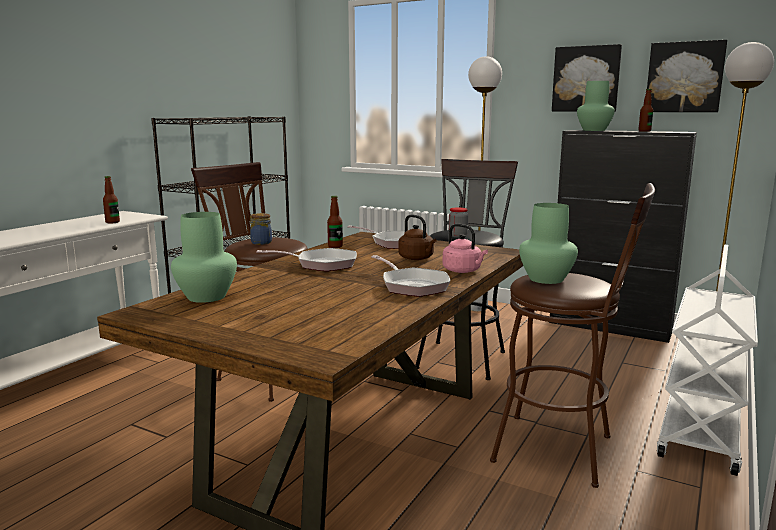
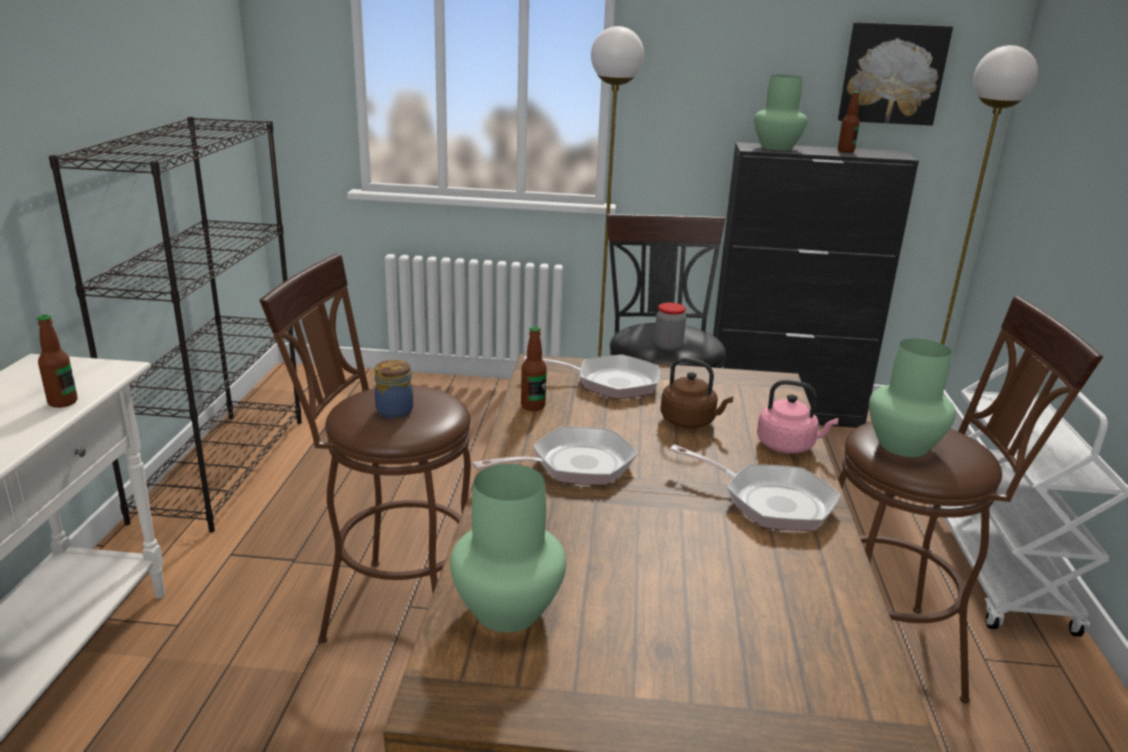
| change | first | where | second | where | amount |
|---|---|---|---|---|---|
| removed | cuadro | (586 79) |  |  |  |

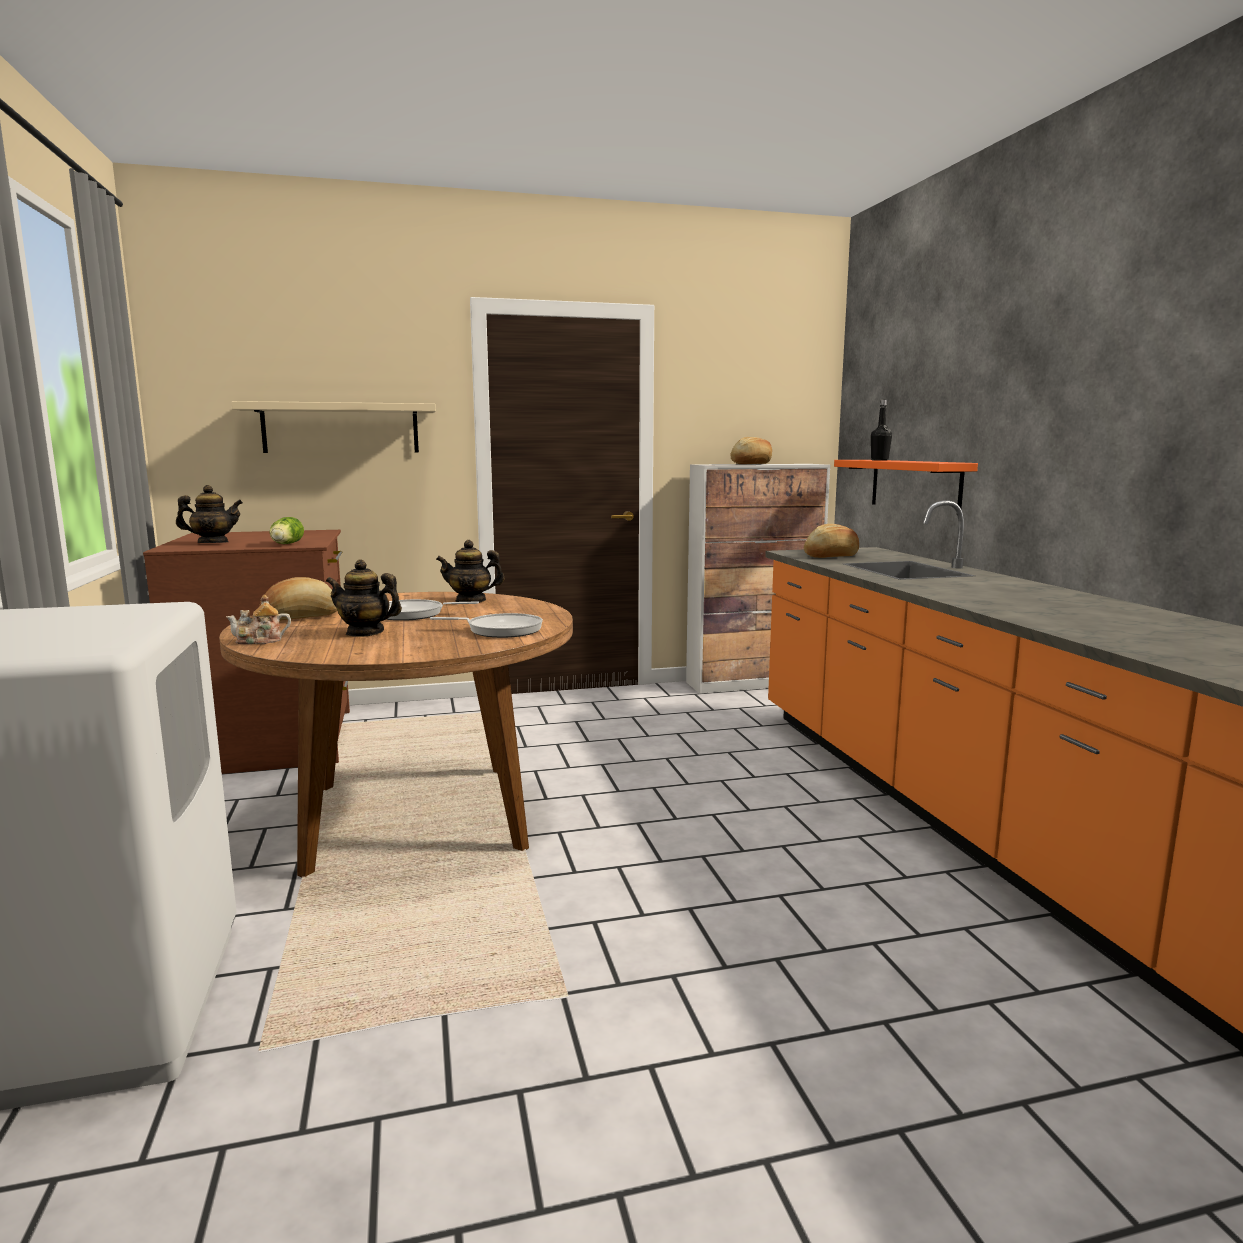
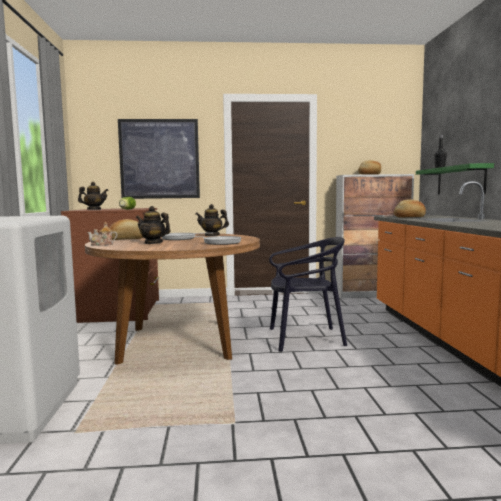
| change | first | where | second | where | amount |
|---|---|---|---|---|---|
| replaced | estante/beis | (341 428) | cuadro | (159 159) |  |
| recoloured | estante/naranja | (915 485) | estante/verde | (460 180) |  |
| added |  |  | silla/negro | (305 338) |  |

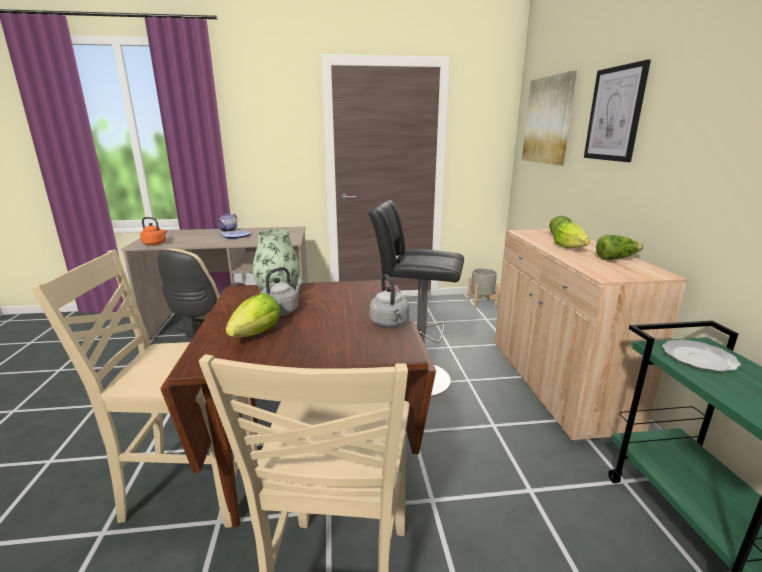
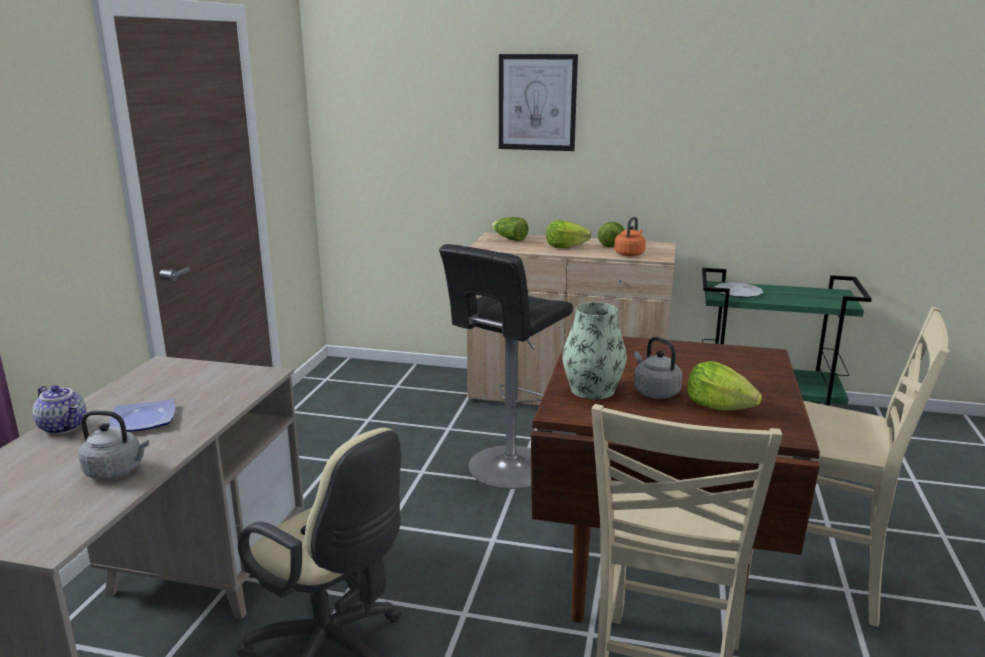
| change | first | where | second | where | amount |
|---|---|---|---|---|---|
| removed | cuadro | (548 120) |  |  |  |
| moved | hervidor/naranja | (155 244) |  | (630 254) |  |
| removed | maceta/gris | (481 303) |  |  |  |
| moved | hervidor/gris | (390 323) |  | (117 471) |  |

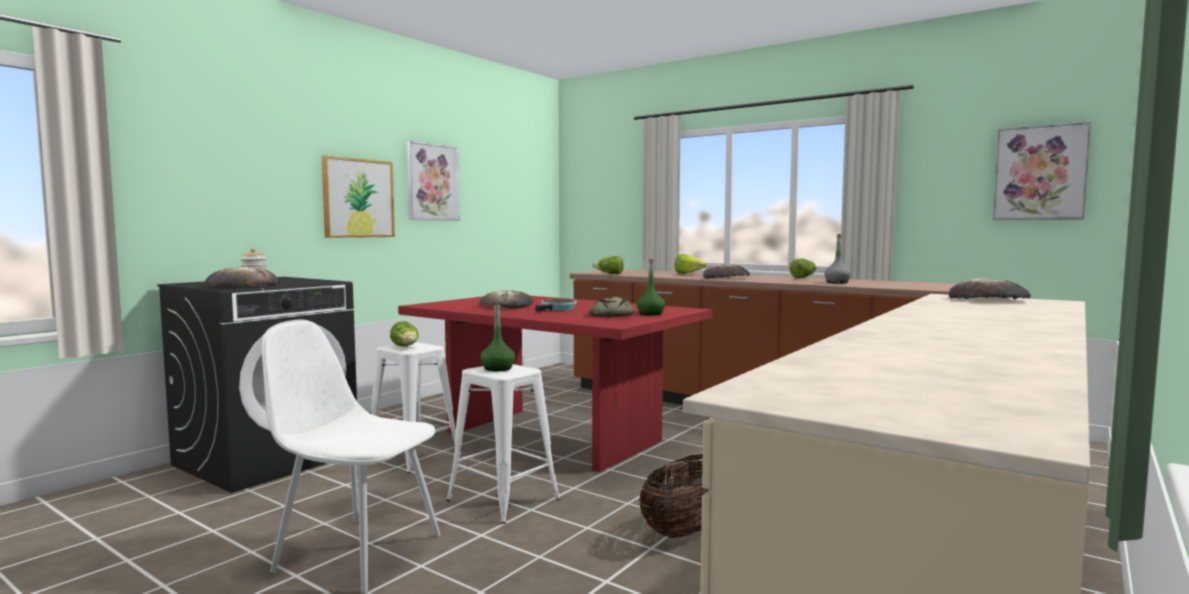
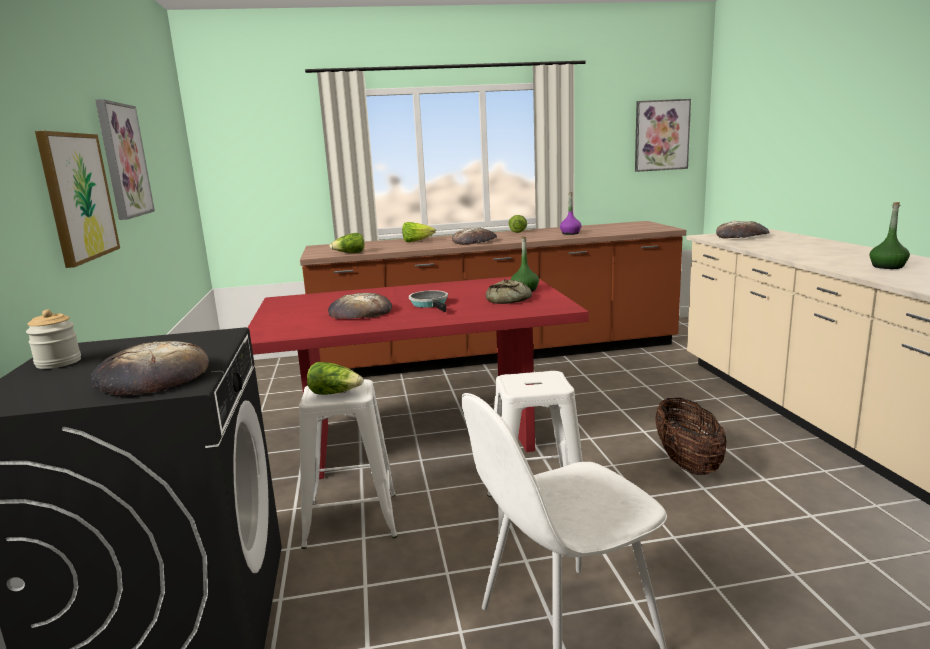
| change | first | where | second | where | amount |
|---|---|---|---|---|---|
| recoloured | botella/gris | (837 282) | botella/morado | (570 233) |  |
| moved | botella/verde | (497 369) |  | (887 266) |  |

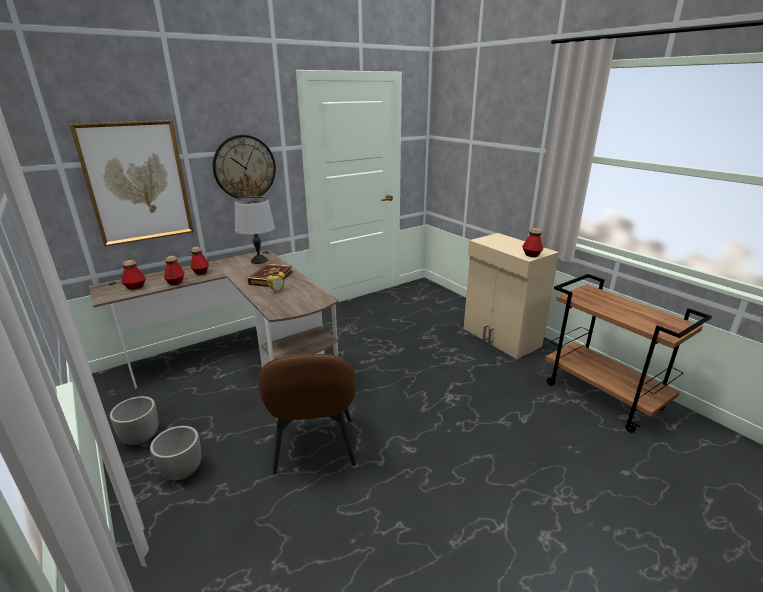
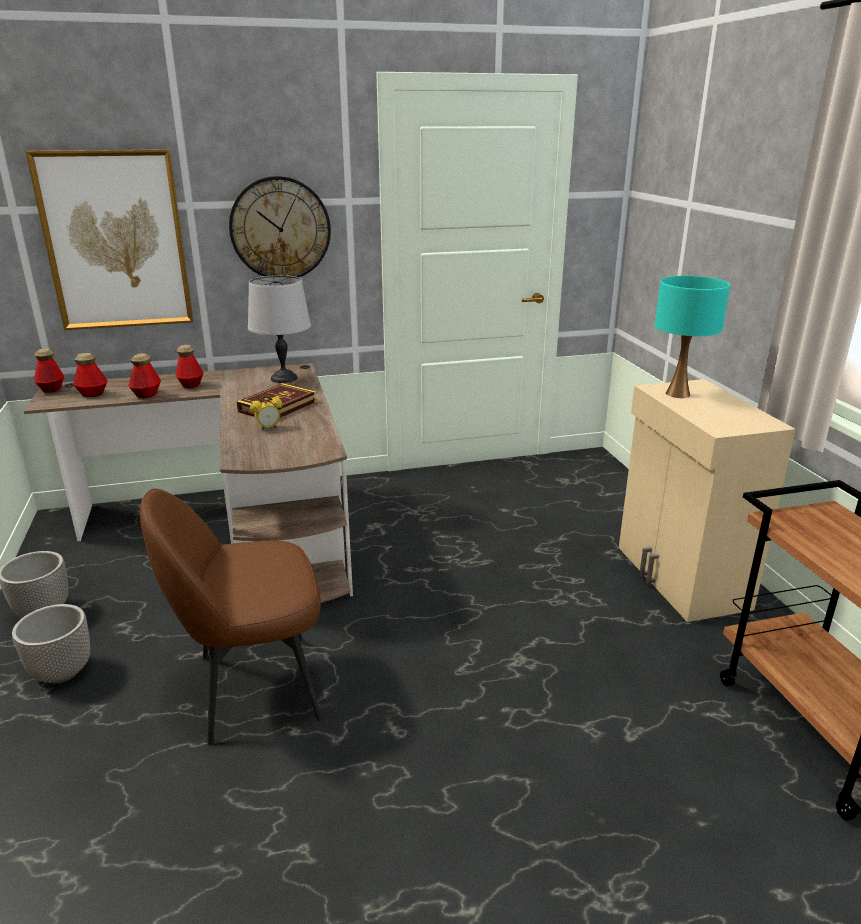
| change | first | where | second | where | amount |
|---|---|---|---|---|---|
| moved | botella | (531 255) |  | (51 389) |  |
| turned | silla/marrón | (314 447) |  | (253 687) | 60 degrees clockwise |
| added |  |  | lámpara de mesa/turquesa | (678 394) |  |

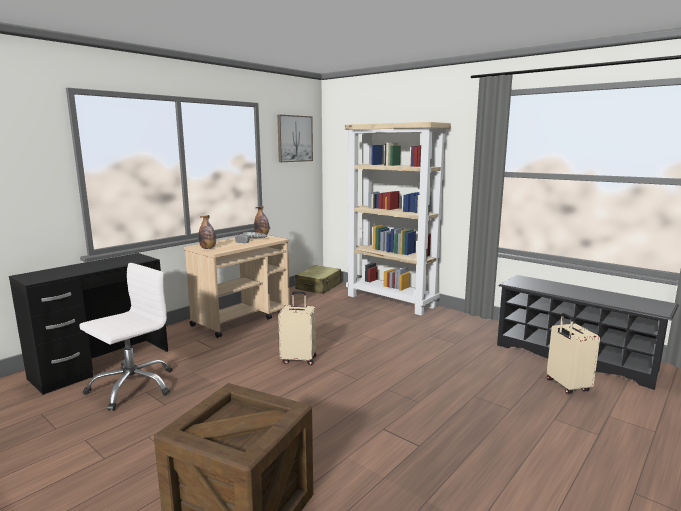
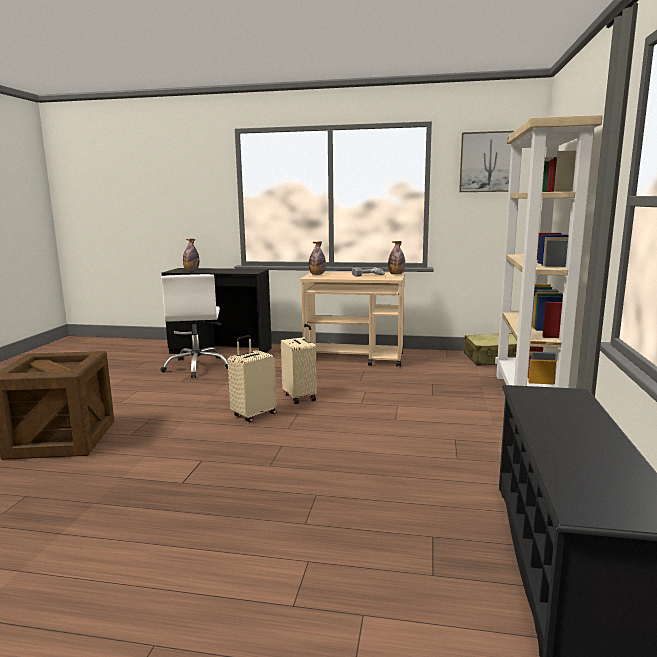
| change | first | where | second | where | amount |
|---|---|---|---|---|---|
| turned | silla de oficina/blanco | (132 386) |  | (197 367) | 75 degrees clockwise |
| moved | maleta/beis | (566 386) |  | (253 415) |  |
| added |  |  | botella | (191 270) |  |

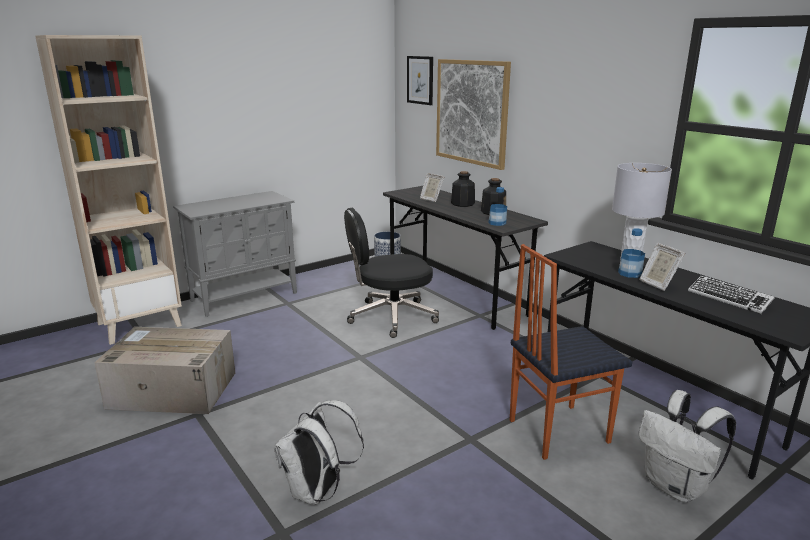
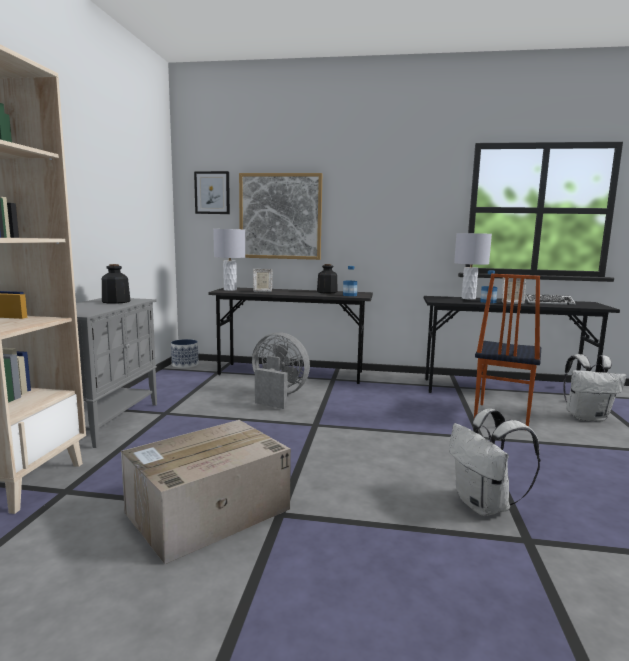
| change | first | where | second | where | amount |
|---|---|---|---|---|---|
| moved | botella | (462 204) |  | (116 301) |  |
| replaced | silla de oficina/negro | (390 317) | ventilador/gris | (277 396) |  |
| added |  |  | lámpara de mesa/gris | (230 289) |  |

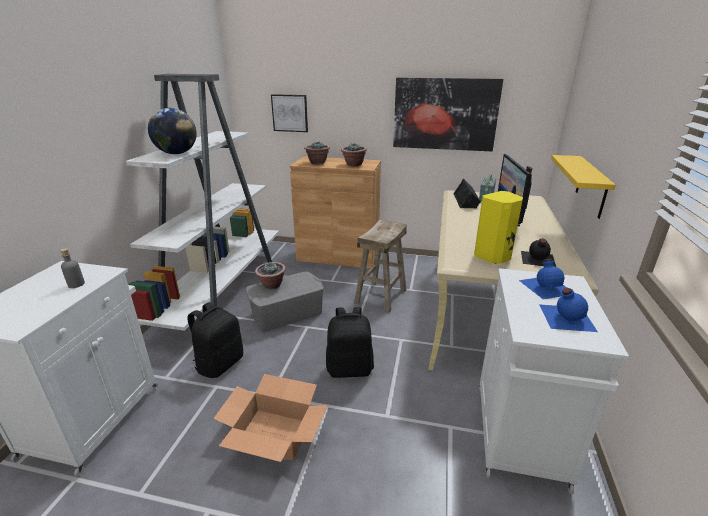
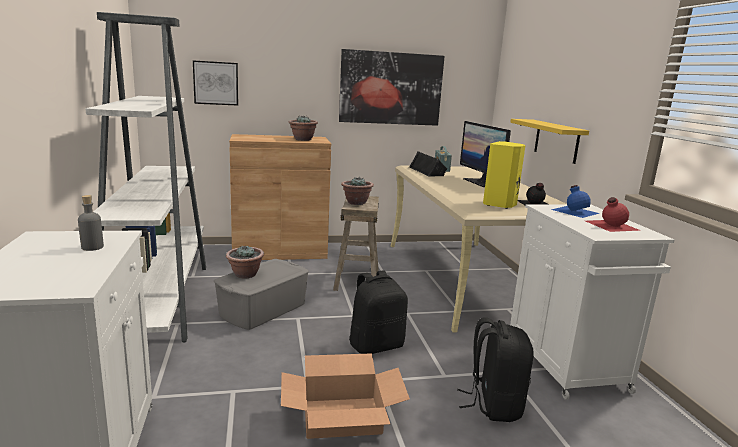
| change | first | where | second | where | amount |
|---|---|---|---|---|---|
| removed | globo terráqueo | (177 153) |  |  |  |
| moved | planta en maceta | (317 162) |  | (356 203) |  |
| recoloured | botella/azul | (565 317) | botella/rojo | (610 225) |  |
| moved | mochila/negro | (220 364) |  | (493 404) |  |

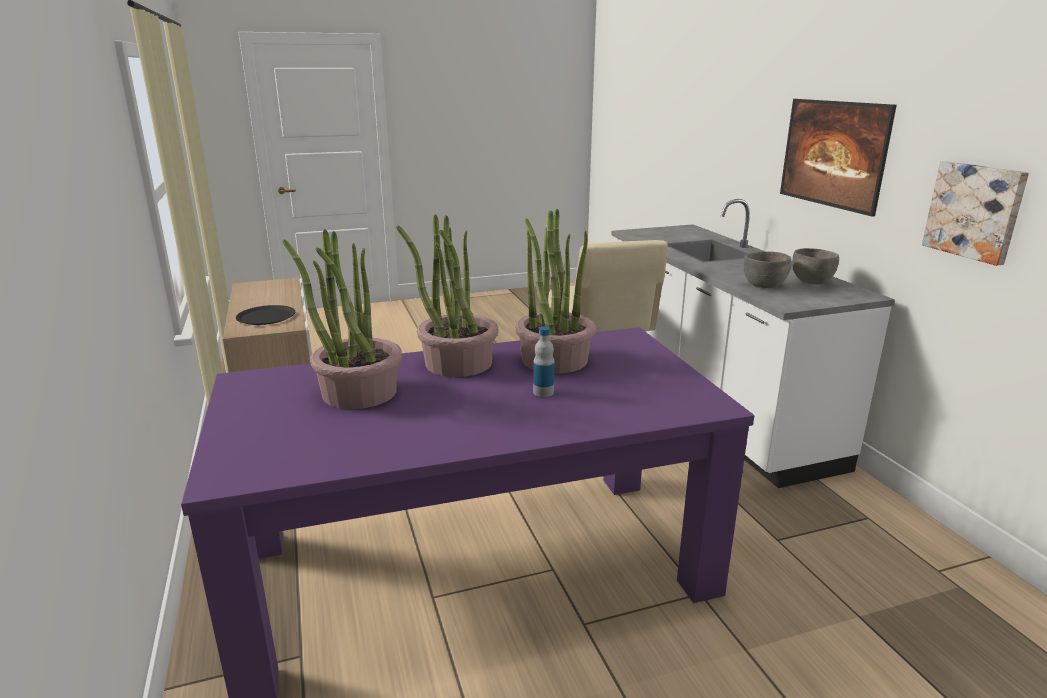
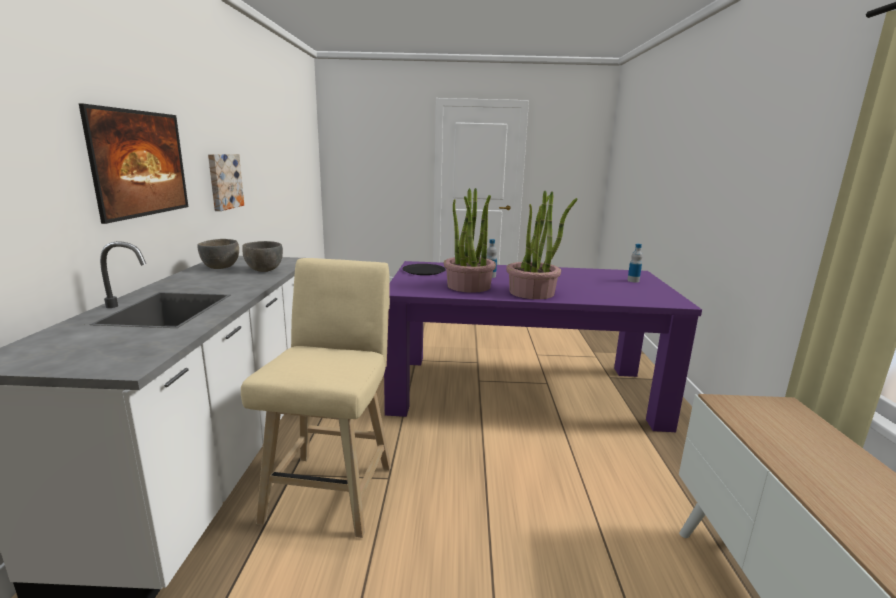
| change | first | where | second | where | amount |
|---|---|---|---|---|---|
| removed | planta en maceta | (358 392) |  |  |  |
| moved | plato/negro | (266 316) |  | (424 270) |  |
| added |  |  | botella | (633 280) |  |

